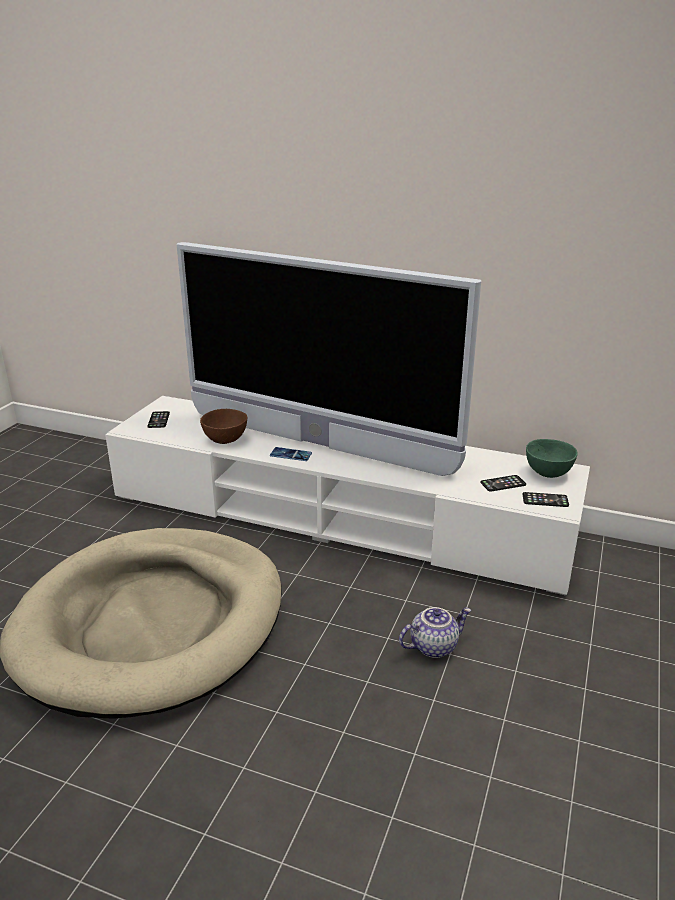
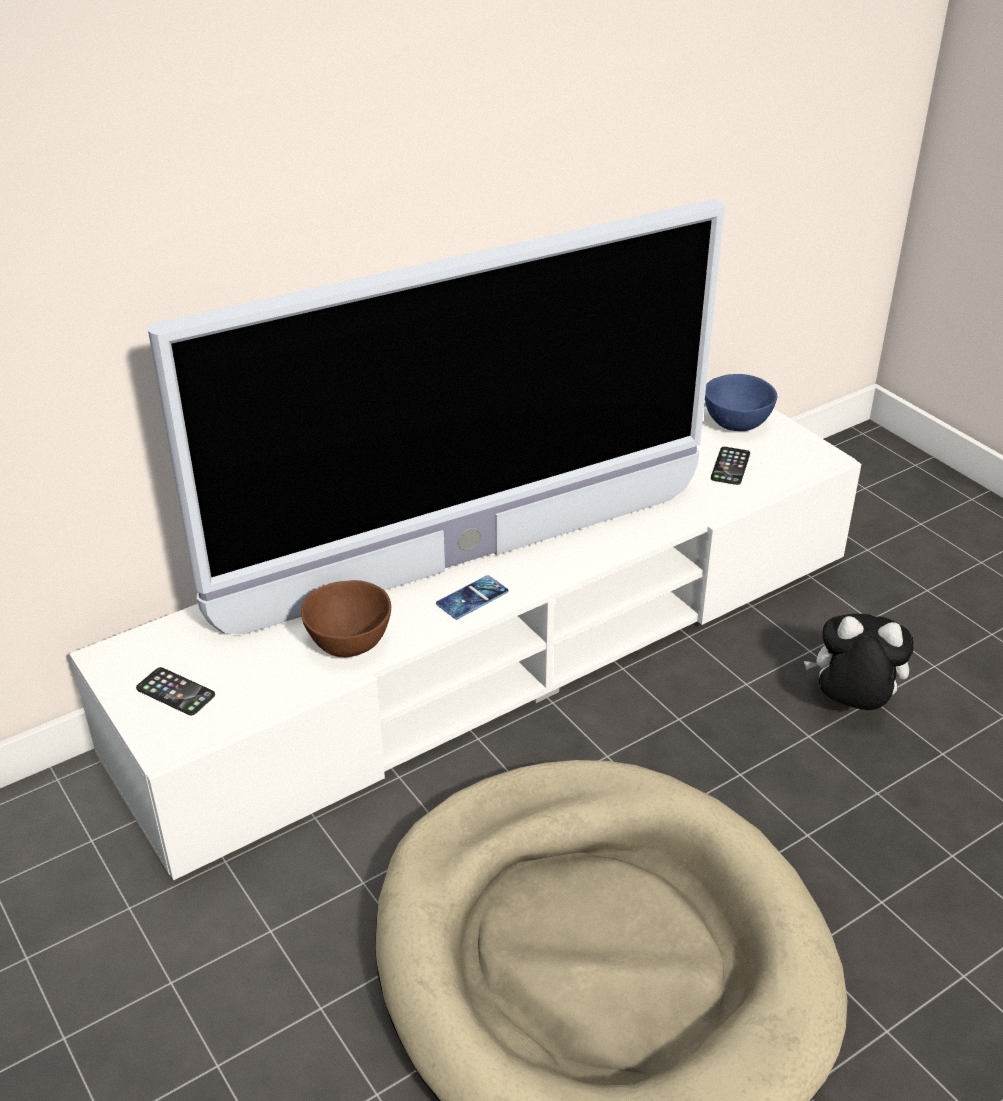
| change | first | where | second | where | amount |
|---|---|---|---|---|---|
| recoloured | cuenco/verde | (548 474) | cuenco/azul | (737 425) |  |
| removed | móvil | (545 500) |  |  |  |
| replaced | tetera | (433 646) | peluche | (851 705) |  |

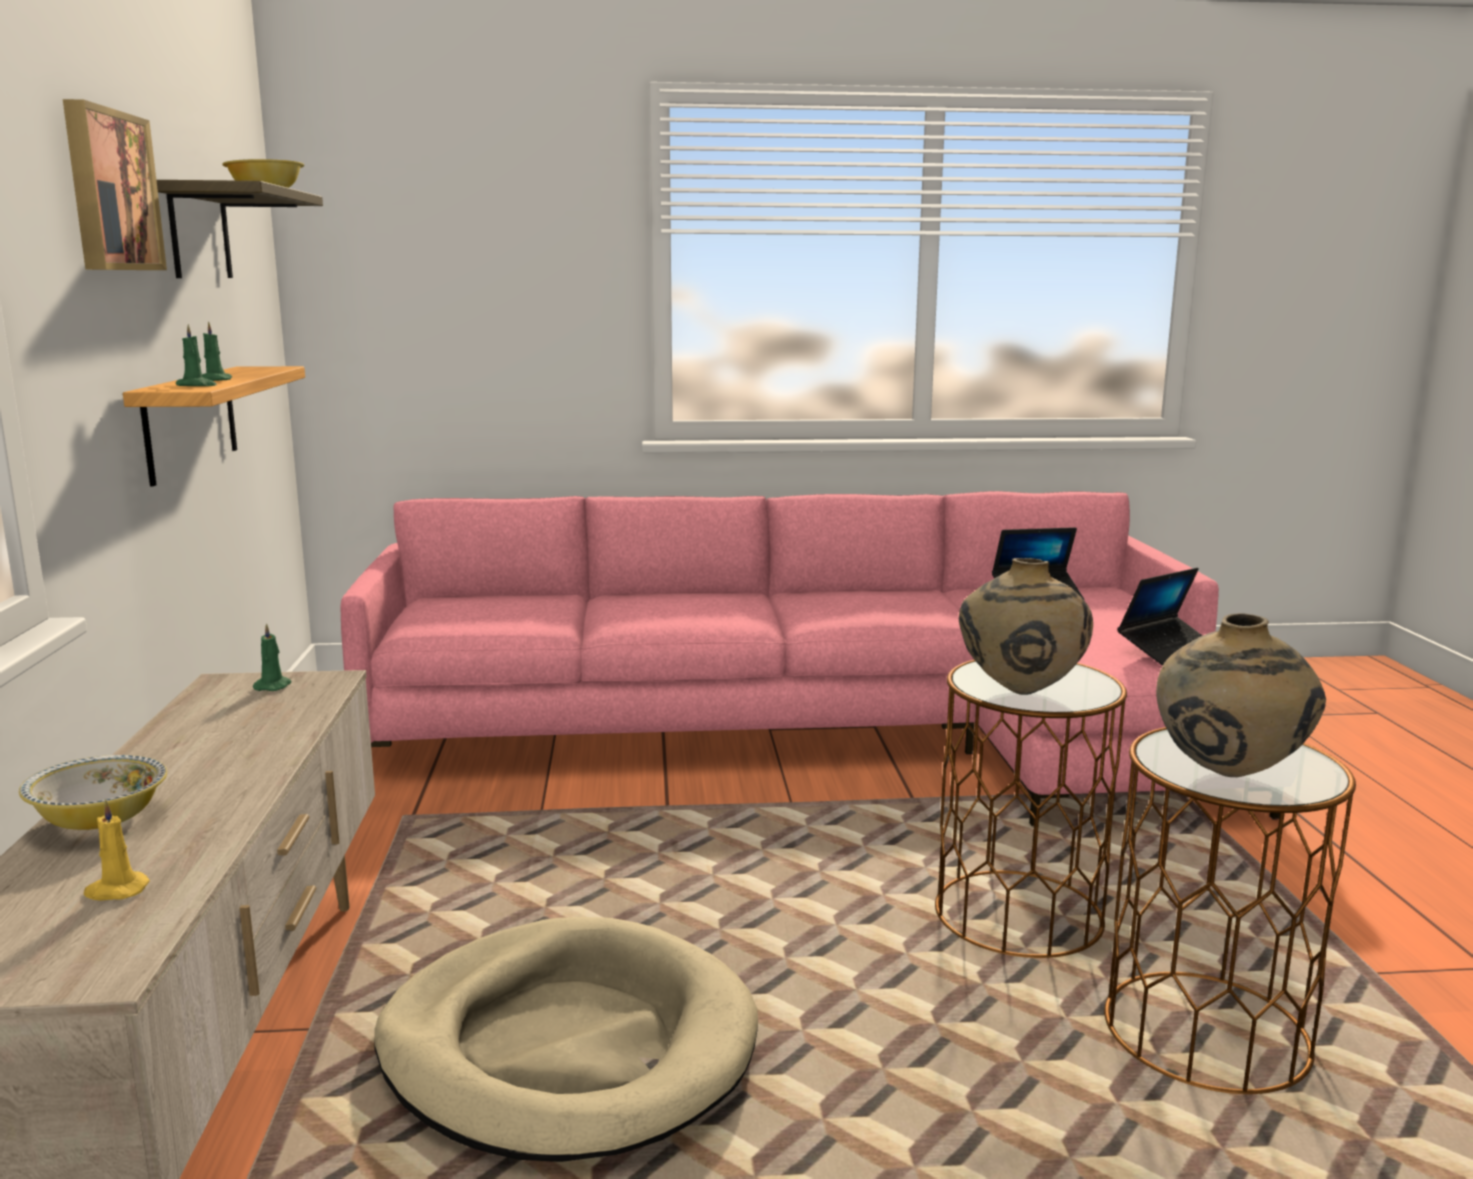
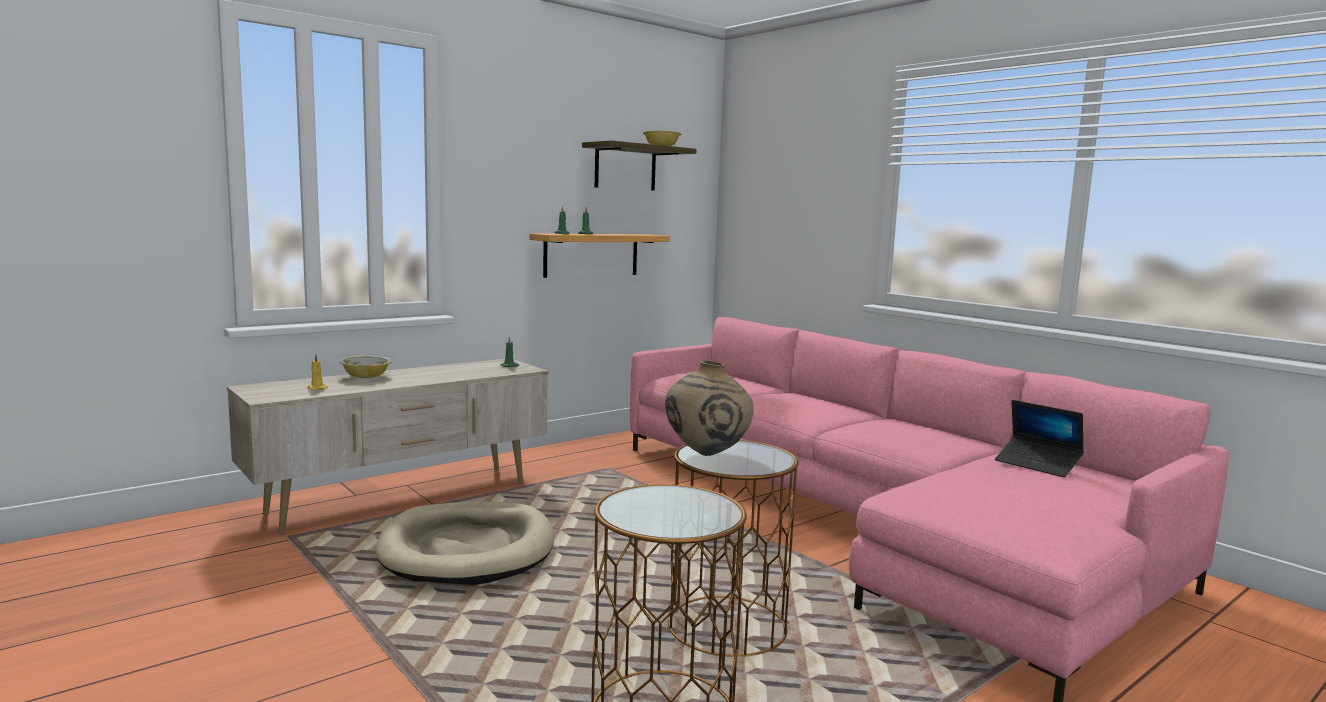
| change | first | where | second | where | amount |
|---|---|---|---|---|---|
| removed | cuadro | (109 191) |  |  |  |
| removed | portátil | (1168 650) |  |  |  |
| removed | florero/beis | (1229 775) |  |  |  |

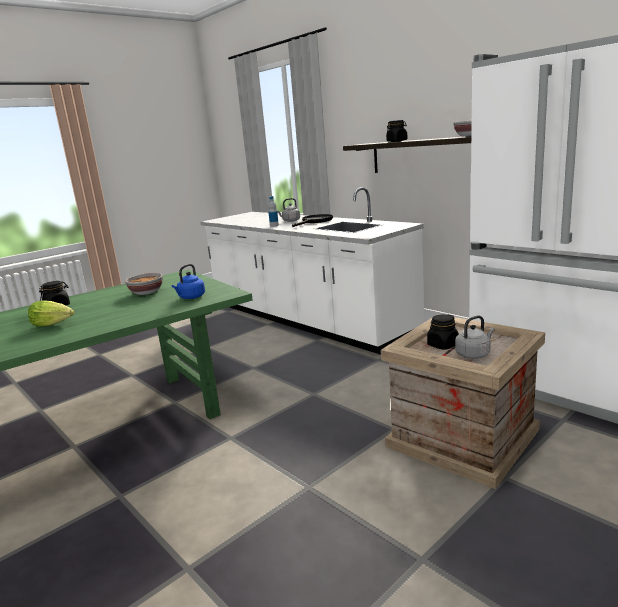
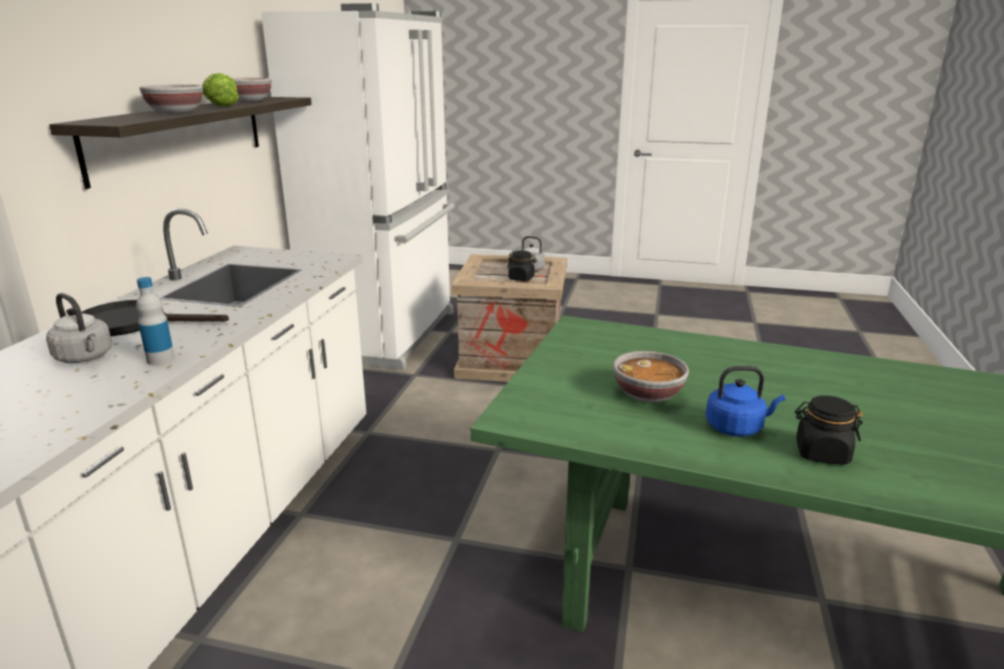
| change | first | where | second | where | amount |
|---|---|---|---|---|---|
| replaced | tarro/negro | (397 141) | cuenco | (176 112) |  |
| moved | hervidor/azul | (191 297) |  | (737 428) |  |
| moved | lechuga | (53 324) |  | (221 105) |  |

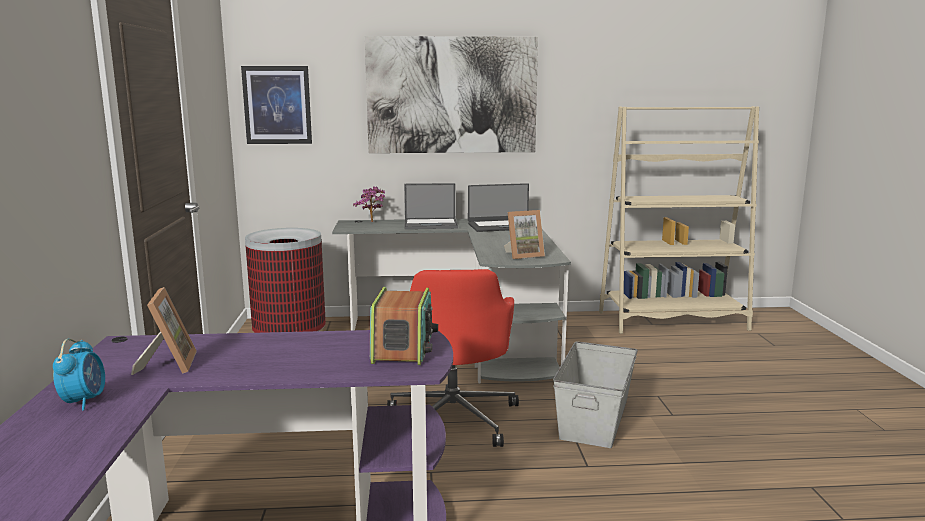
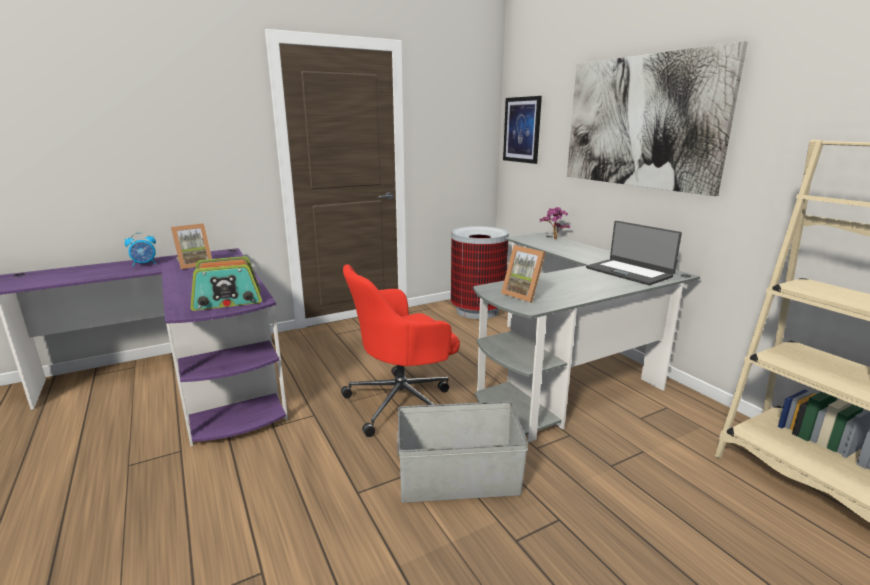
| change | first | where | second | where | amount |
|---|---|---|---|---|---|
| removed | portátil | (431 224) |  |  |  |

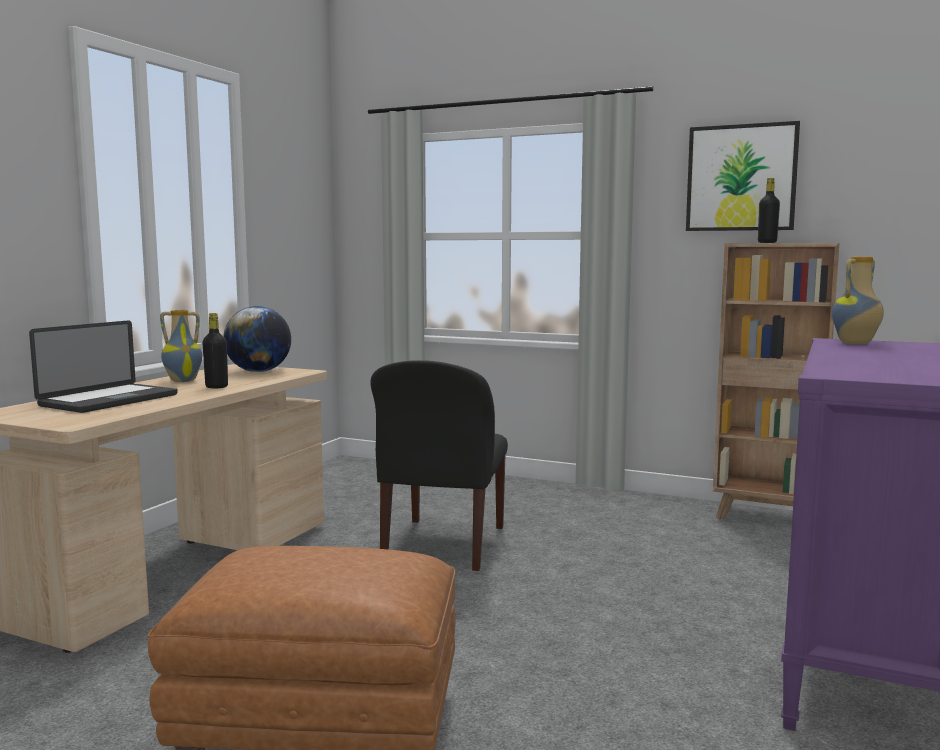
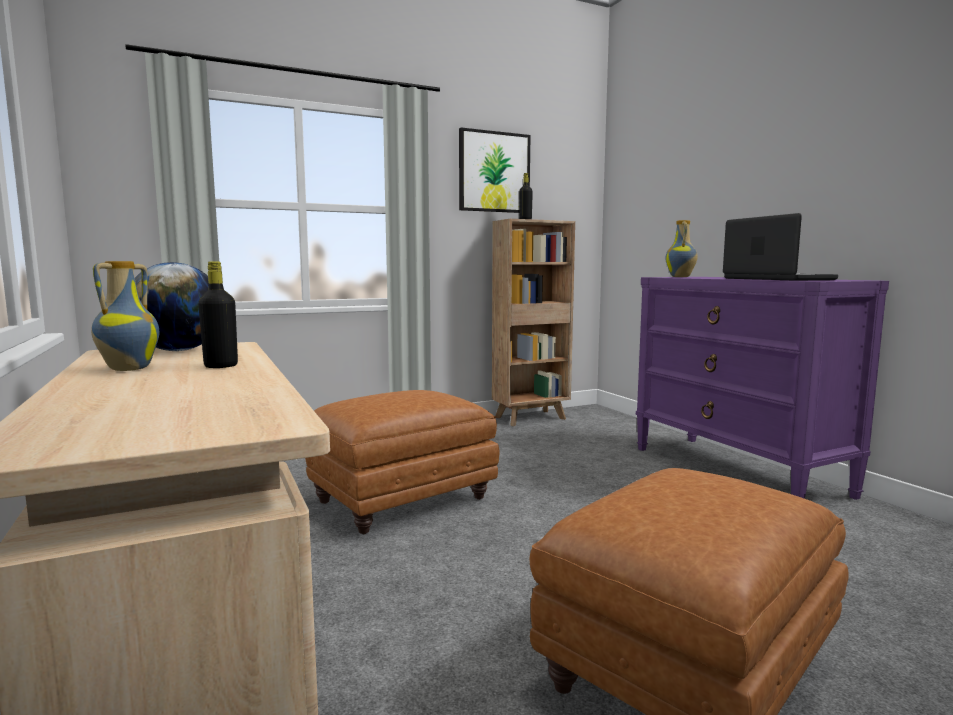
| change | first | where | second | where | amount |
|---|---|---|---|---|---|
| moved | portátil | (109 400) |  | (777 279) |  |
| replaced | silla/negro | (443 546) | puf/marrón | (401 501) |  |

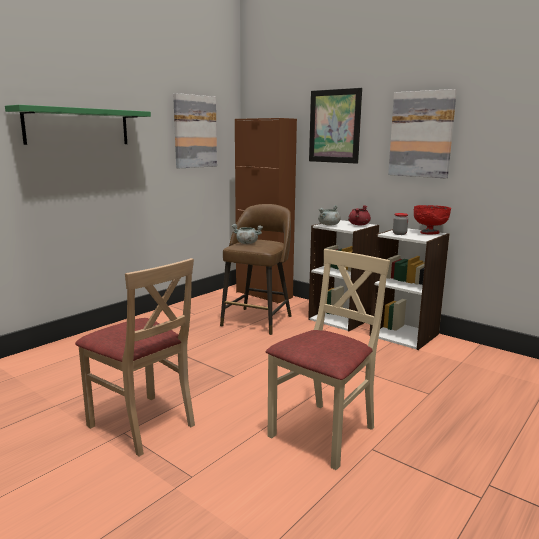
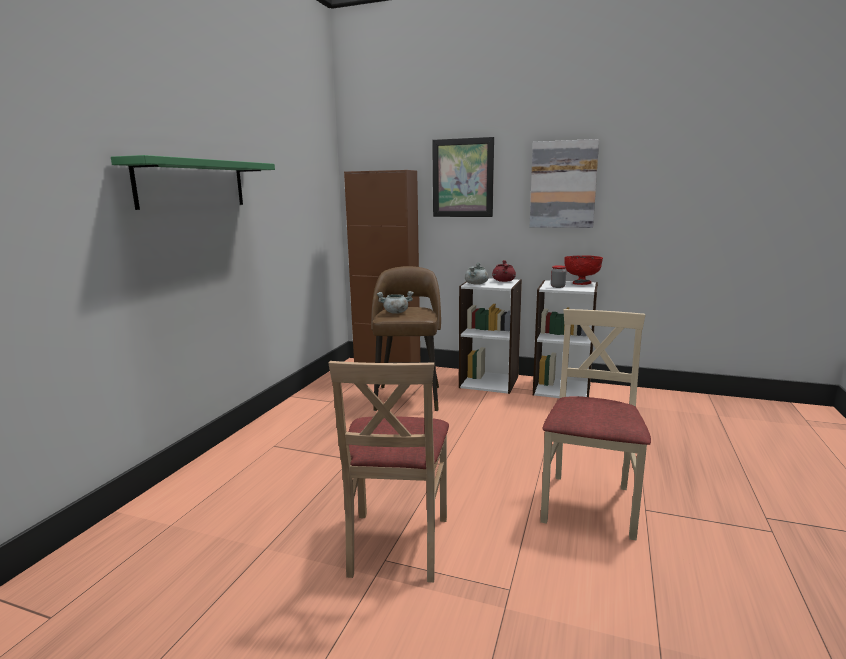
| change | first | where | second | where | amount |
|---|---|---|---|---|---|
| removed | cuadro | (194 131) |  |  |  |
| turned | silla/beis | (142 424) |  | (396 544) | 75 degrees clockwise |

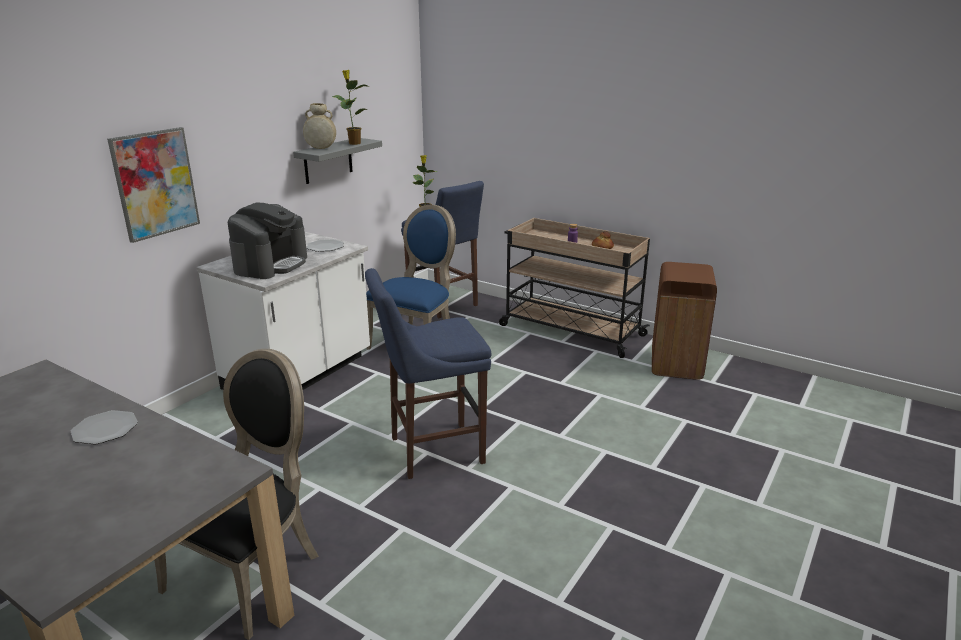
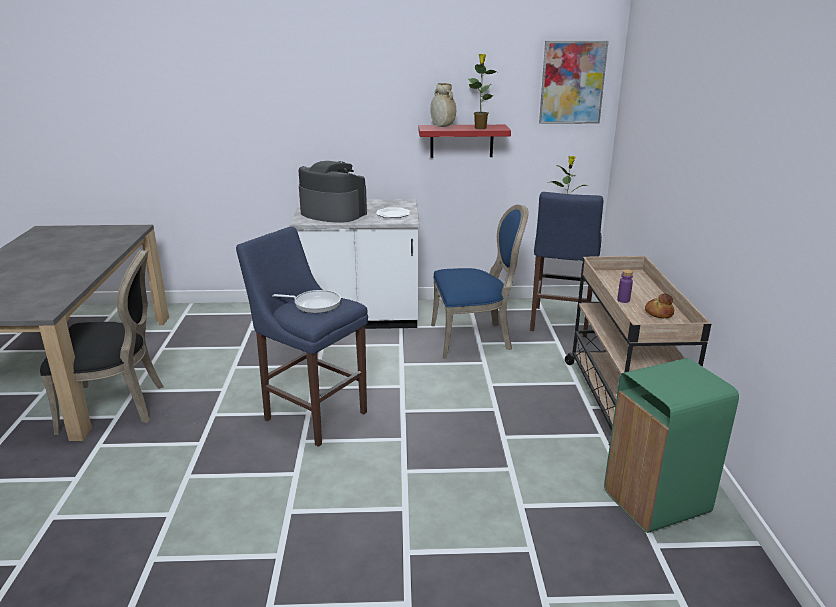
| change | first | where | second | where | amount |
|---|---|---|---|---|---|
| moved | cuadro | (155 183) |  | (572 82) |  |
| recoloured | estante/gris | (328 161) | estante/rojo | (461 141) |  |
| turned | cafetera | (271 264) |  | (332 213) | 135 degrees counterclockwise |
| recoloured | papelera/marrón | (677 364) | papelera/verde | (657 502) |  |
| removed | plato | (105 429) |  |  |  |
| added |  |  | sartén | (314 304) |  |

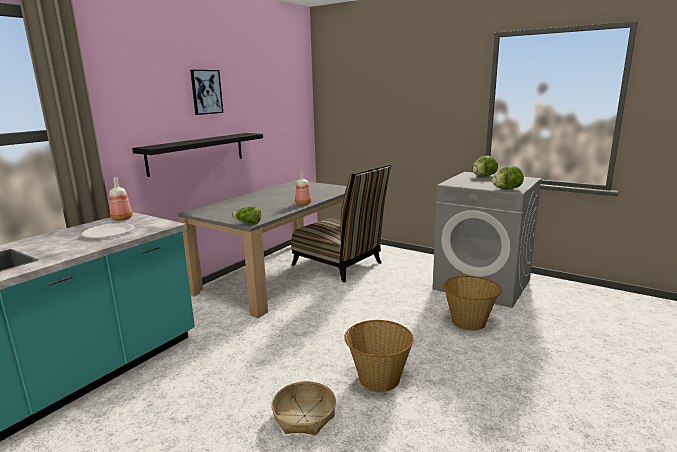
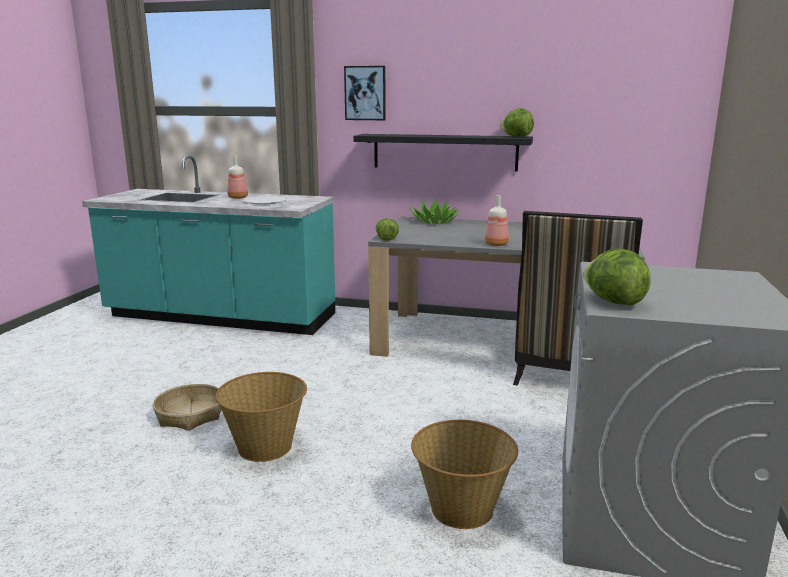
| change | first | where | second | where | amount |
|---|---|---|---|---|---|
| moved | cuadro | (206 92) |  | (365 93) |  |
| moved | lechuga | (483 176) |  | (516 136) |  |
| moved | botella | (121 219) |  | (238 197) |  |
| added |  |  | planta en maceta | (434 222) |  |

